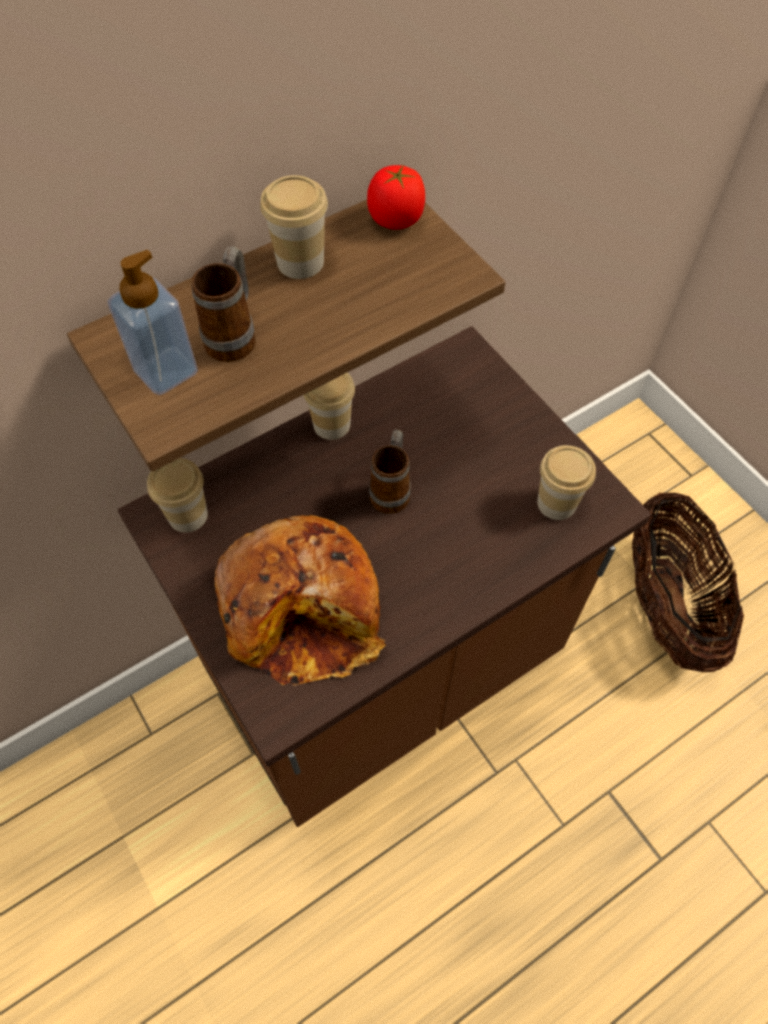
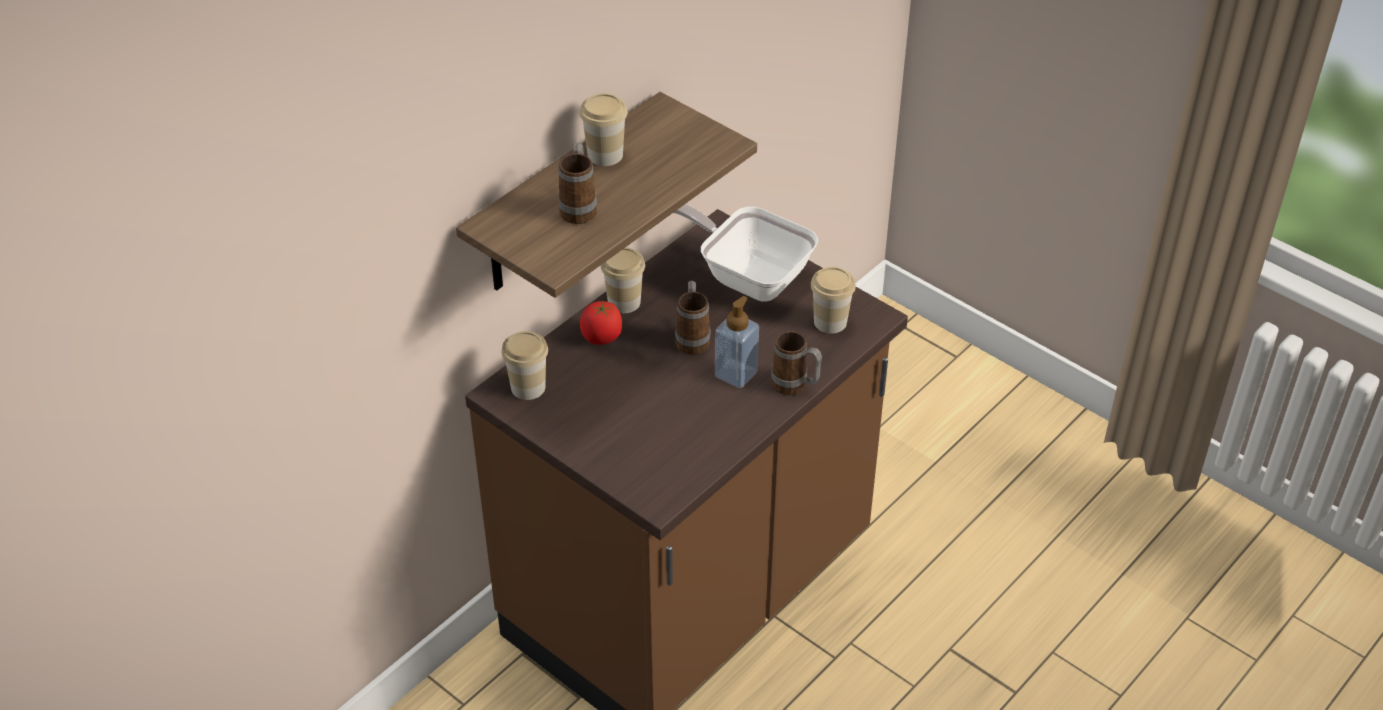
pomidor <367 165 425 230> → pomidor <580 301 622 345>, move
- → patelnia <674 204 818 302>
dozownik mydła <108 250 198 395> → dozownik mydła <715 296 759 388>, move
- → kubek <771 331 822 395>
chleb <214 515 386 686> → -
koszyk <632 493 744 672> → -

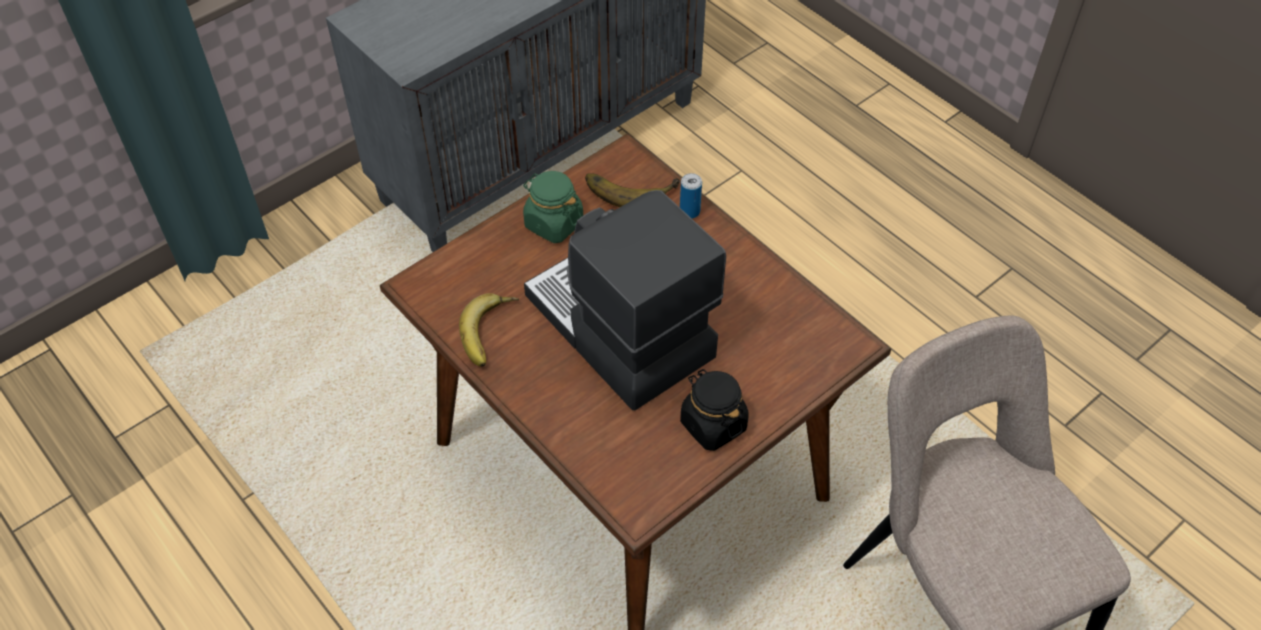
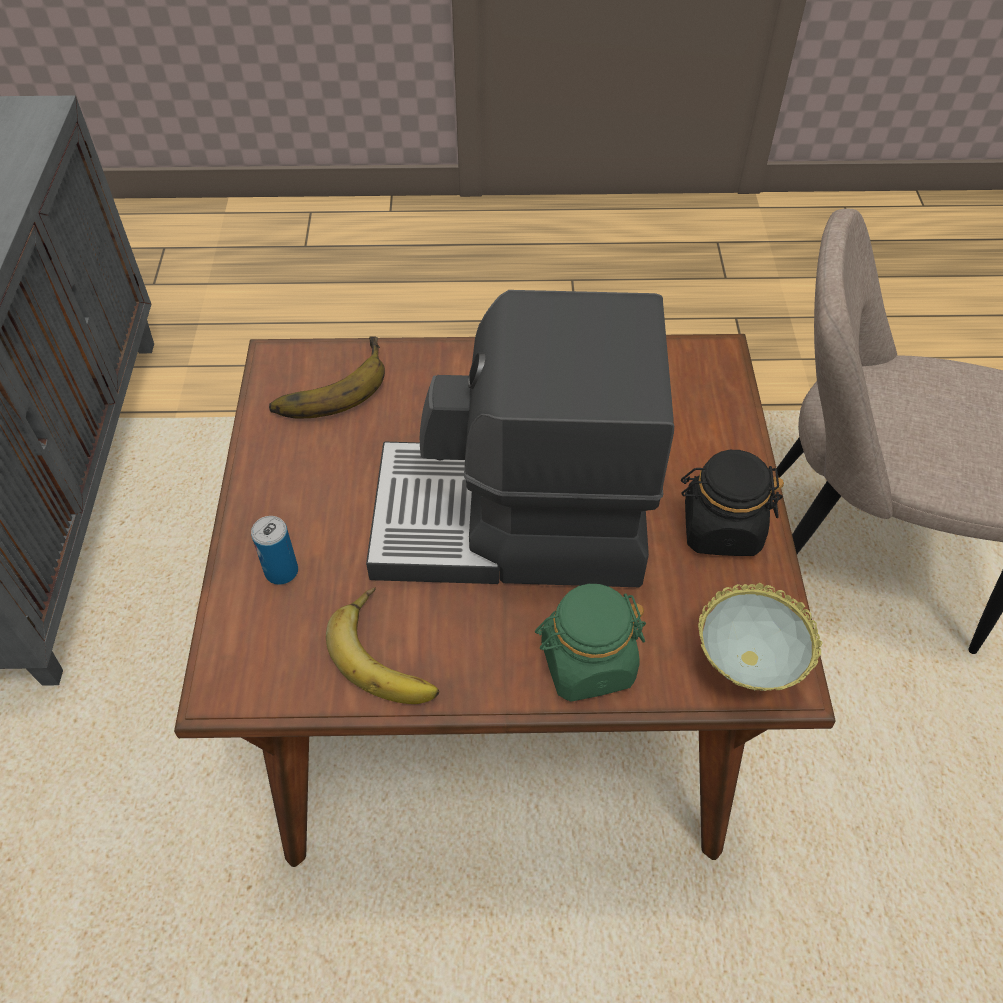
puszka <680 173 702 219> → puszka <251 516 298 585>, move
słoik (zielony) <523 171 583 243> → słoik (zielony) <535 584 646 702>, move
- → miska <698 583 822 691>

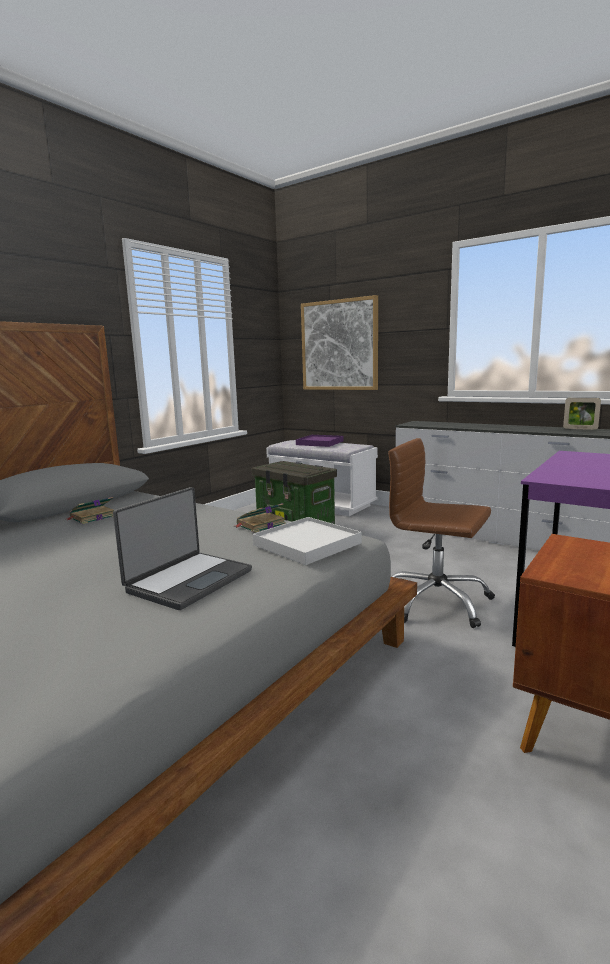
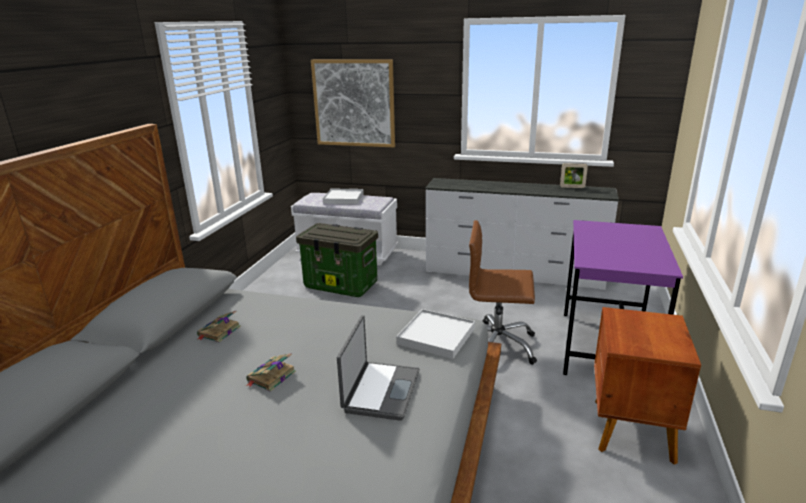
książka <236 503 286 533> → książka <246 353 296 391>, move
taca (fioletowy) <296 435 344 447> → taca (biały) <323 189 364 204>

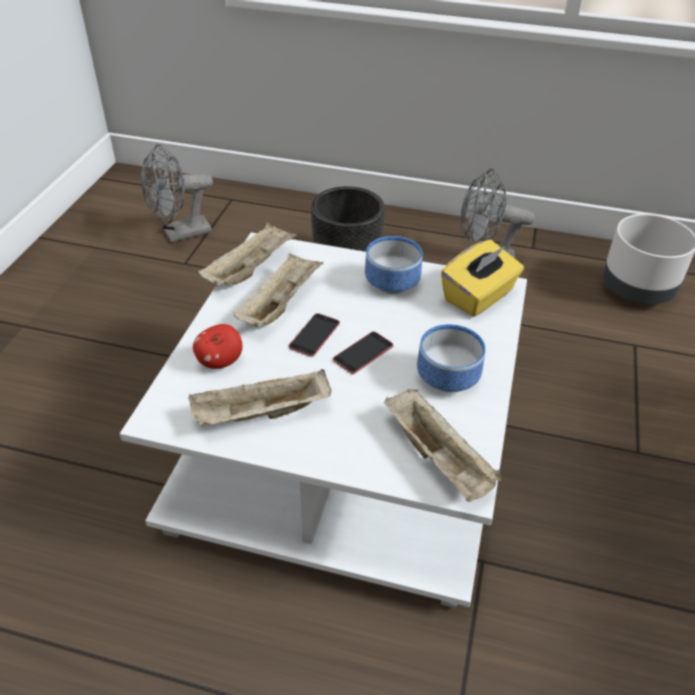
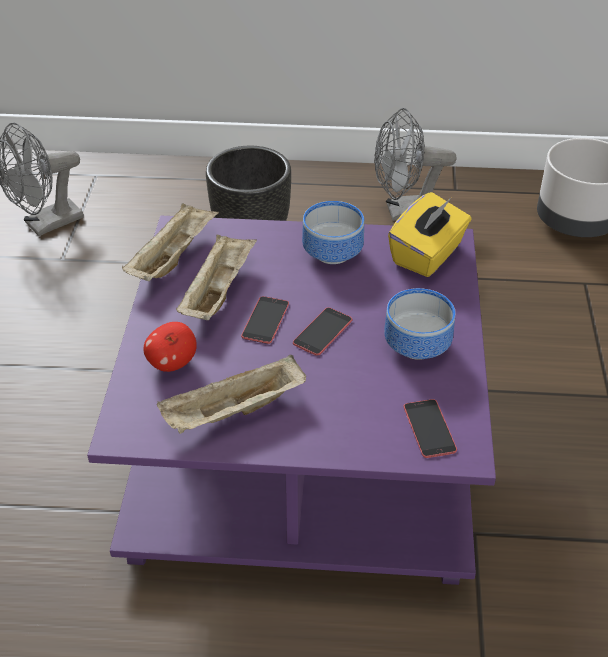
ława (biały) <120 232 527 608> → ława (fioletowy) <87 216 496 585>
taca (beżowy) <384 389 501 502> → telefon <404 399 457 458>

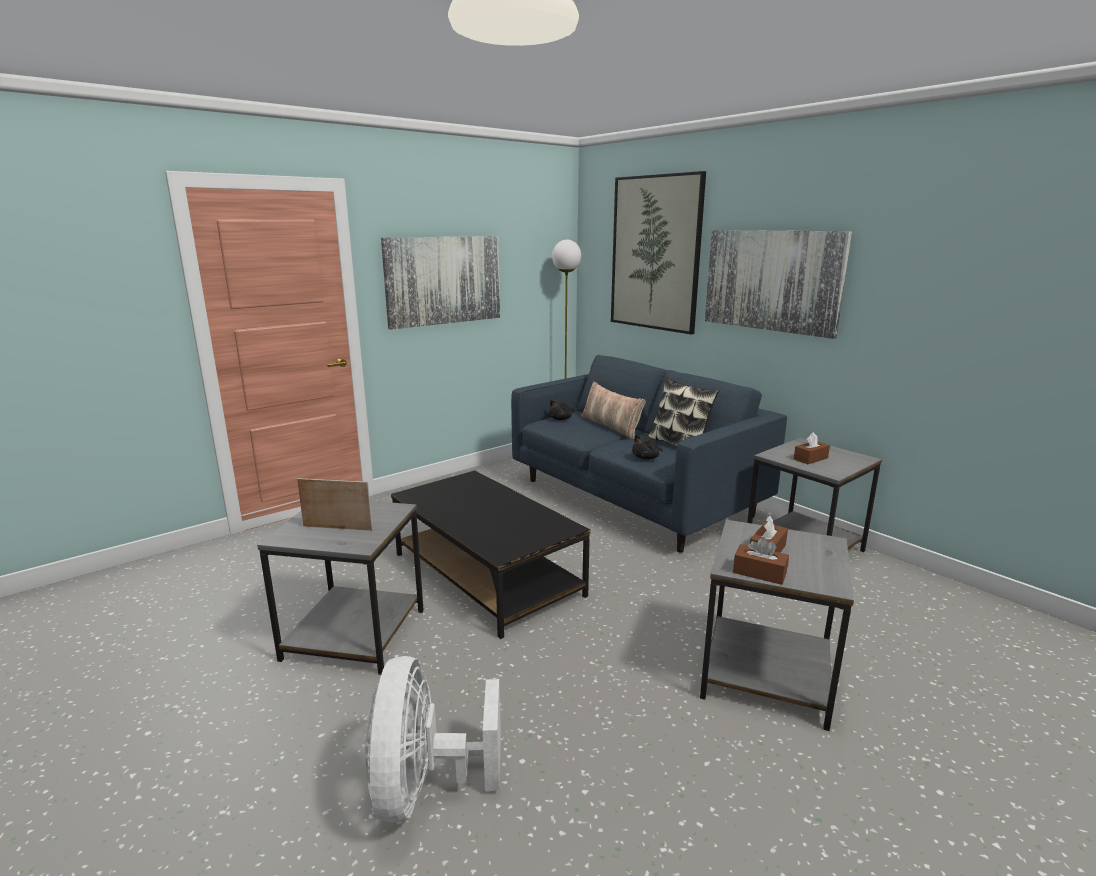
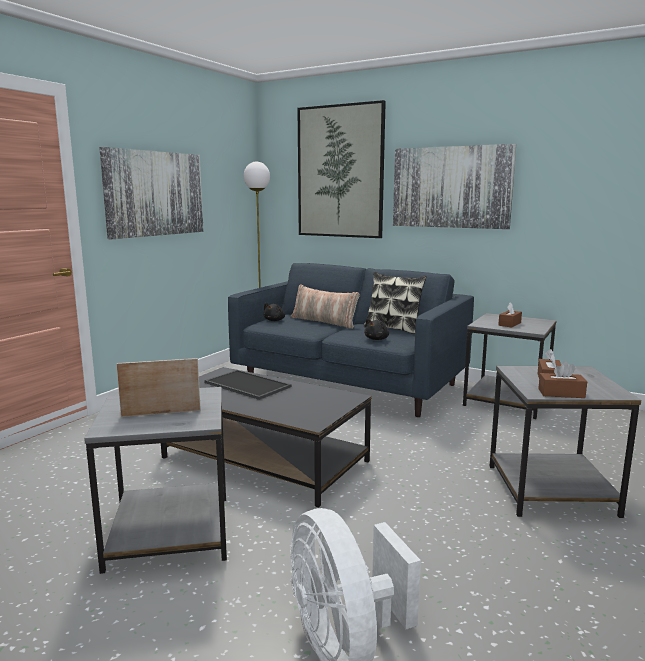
- → taca <204 370 291 400>

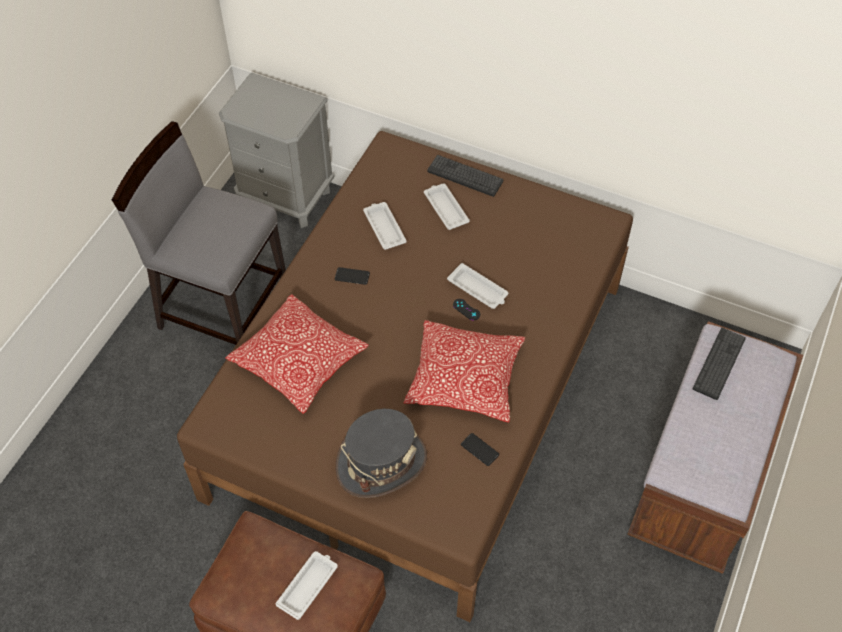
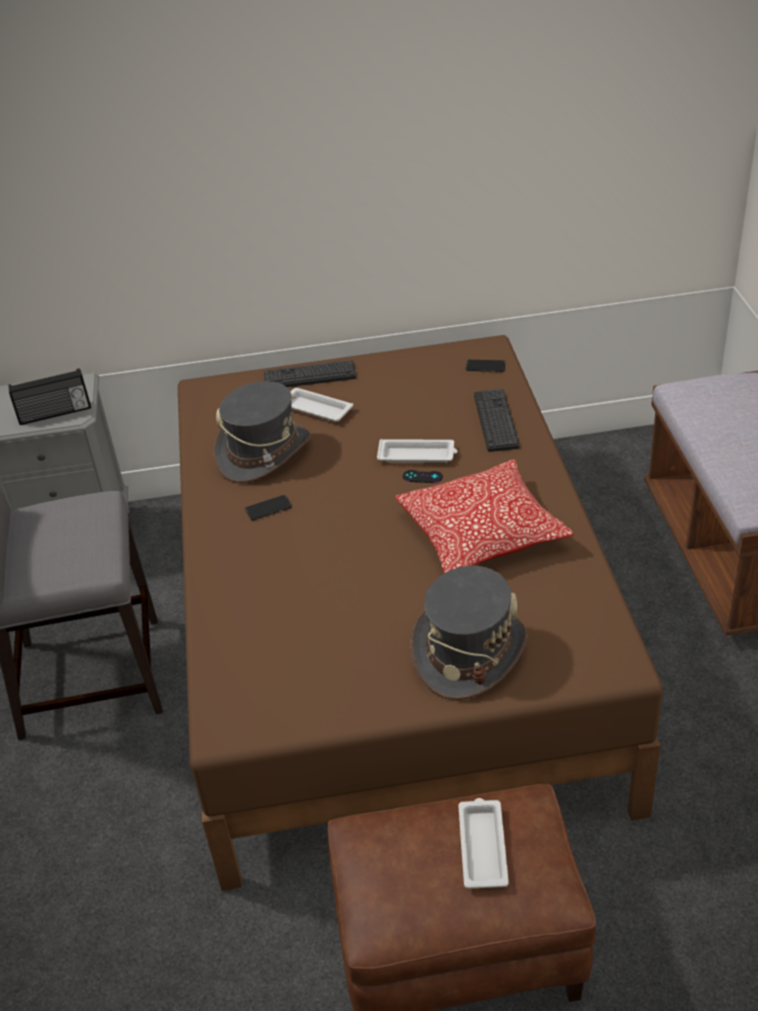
- → radio <8 368 91 425>
taca (biały) <363 202 407 250> → kapelusz (szary) <214 381 310 483>
telefon <461 433 499 466> → telefon <466 360 505 372>, move
klawiatura <693 328 746 400> → klawiatura <474 389 519 452>, move
poduszka <225 294 369 414> → -

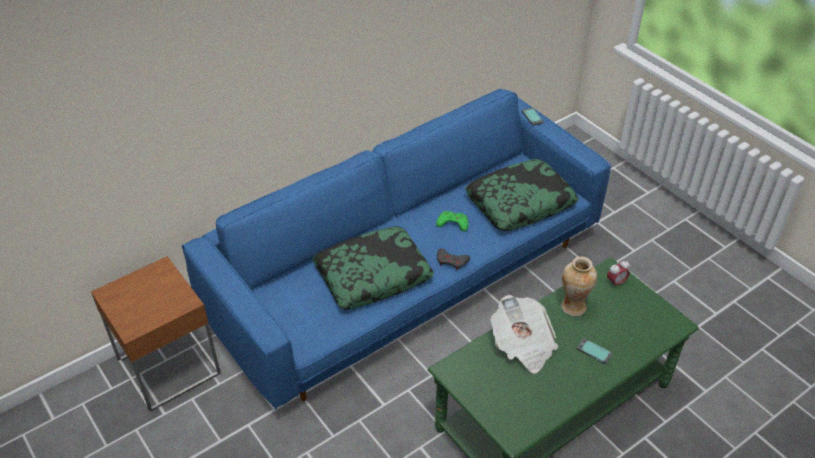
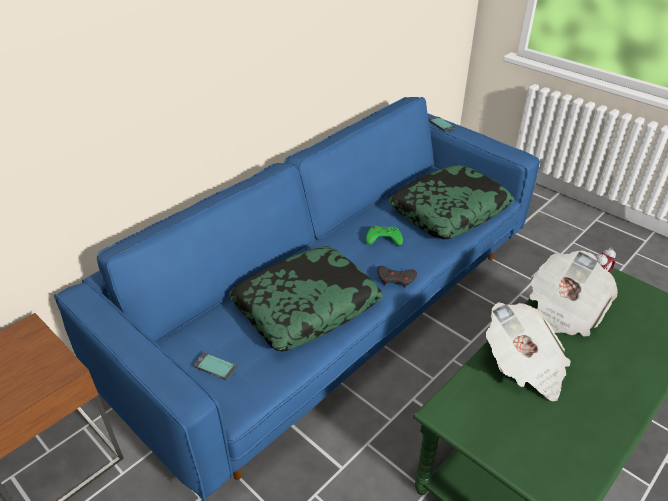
telefon <577 338 613 364> → telefon <193 352 237 380>, move
wazon <561 257 597 316> → gazeta <529 251 618 337>

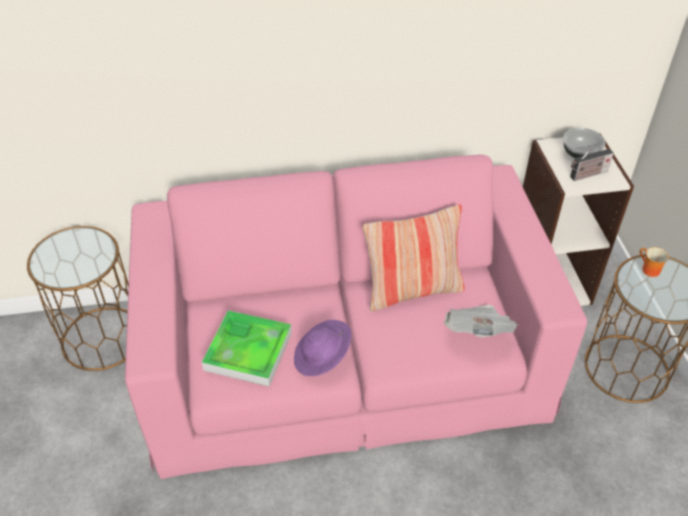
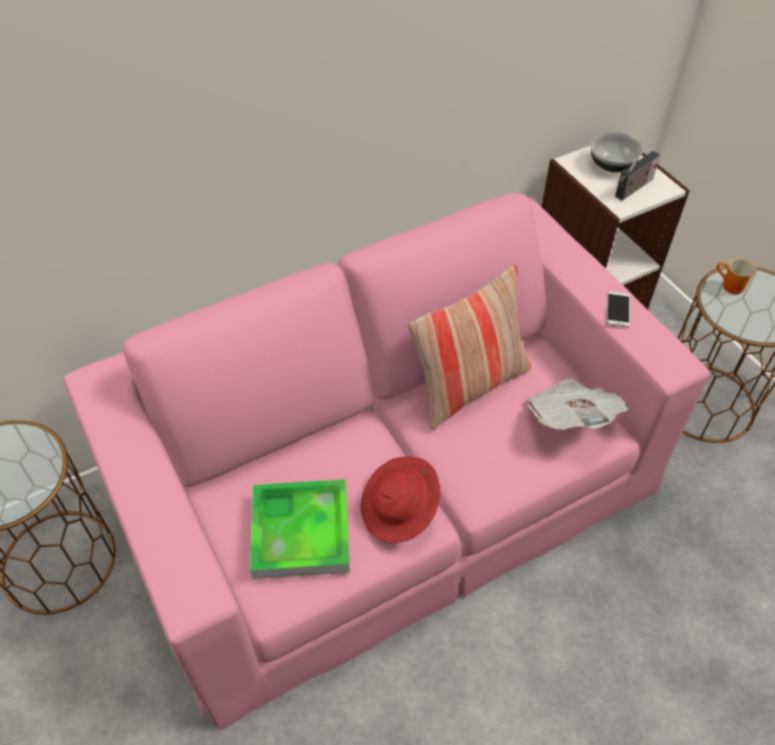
kapelusz (fioletowy) <294 320 351 376> → kapelusz (czerwony) <360 456 441 543>
- → telefon <607 291 630 327>

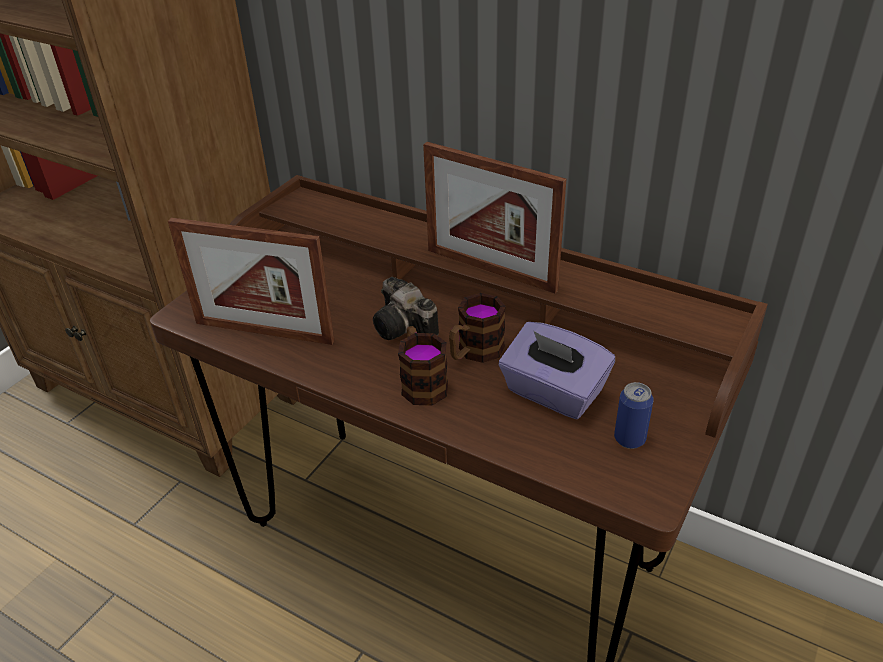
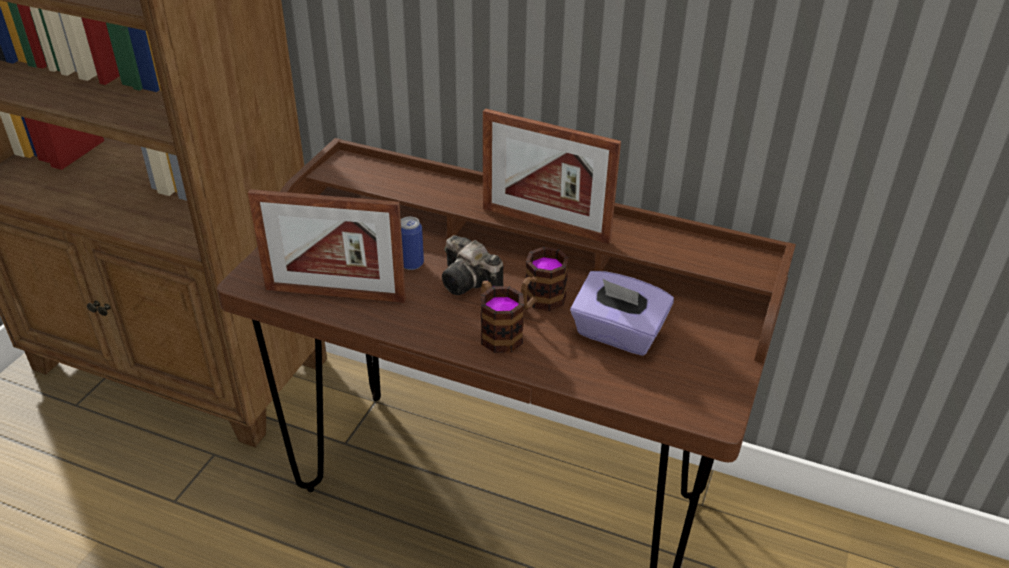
puszka <614 382 654 449> → puszka <401 216 424 270>, move

